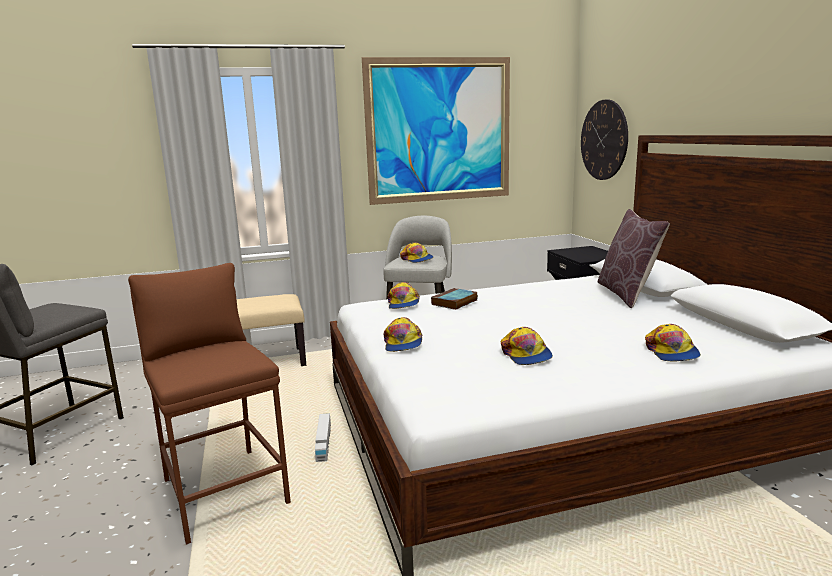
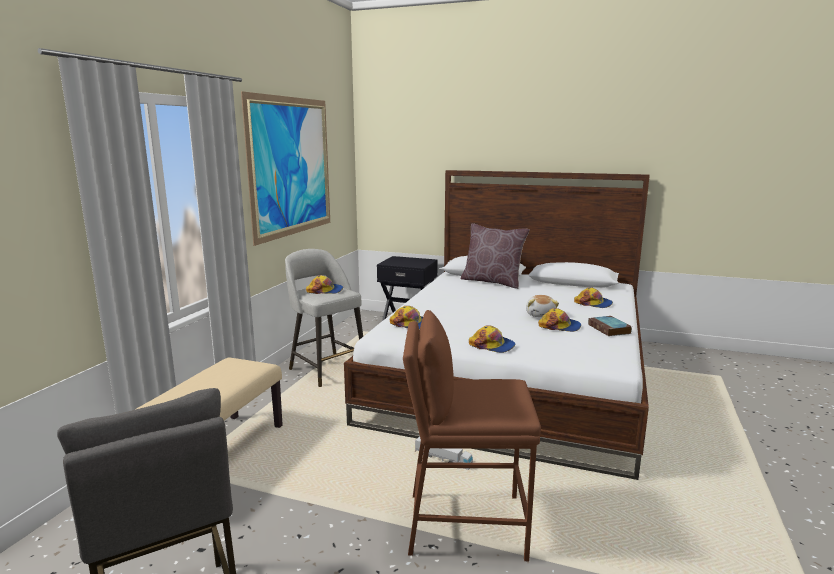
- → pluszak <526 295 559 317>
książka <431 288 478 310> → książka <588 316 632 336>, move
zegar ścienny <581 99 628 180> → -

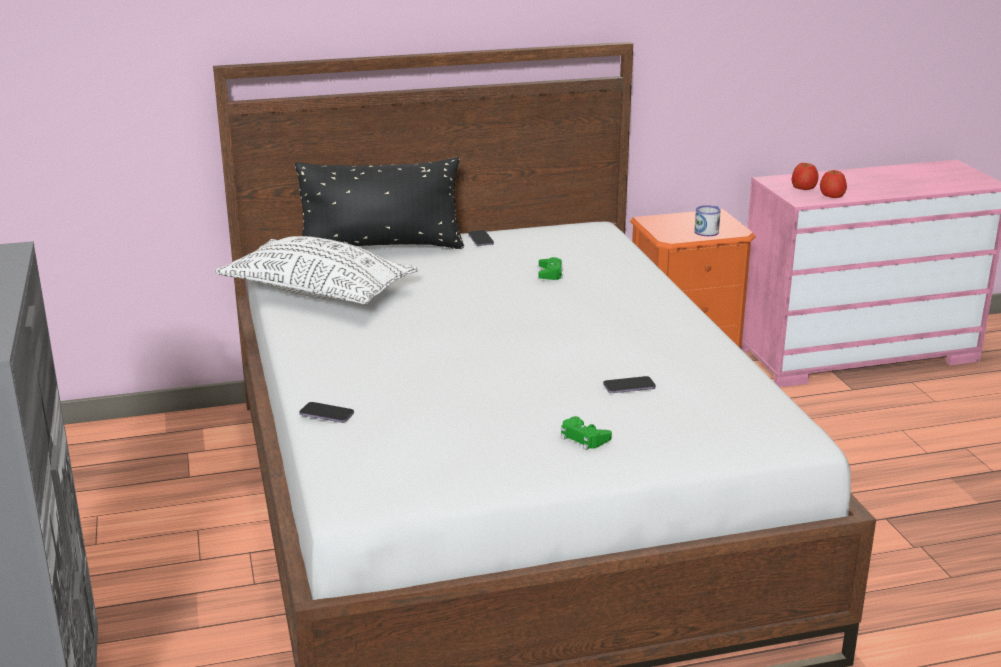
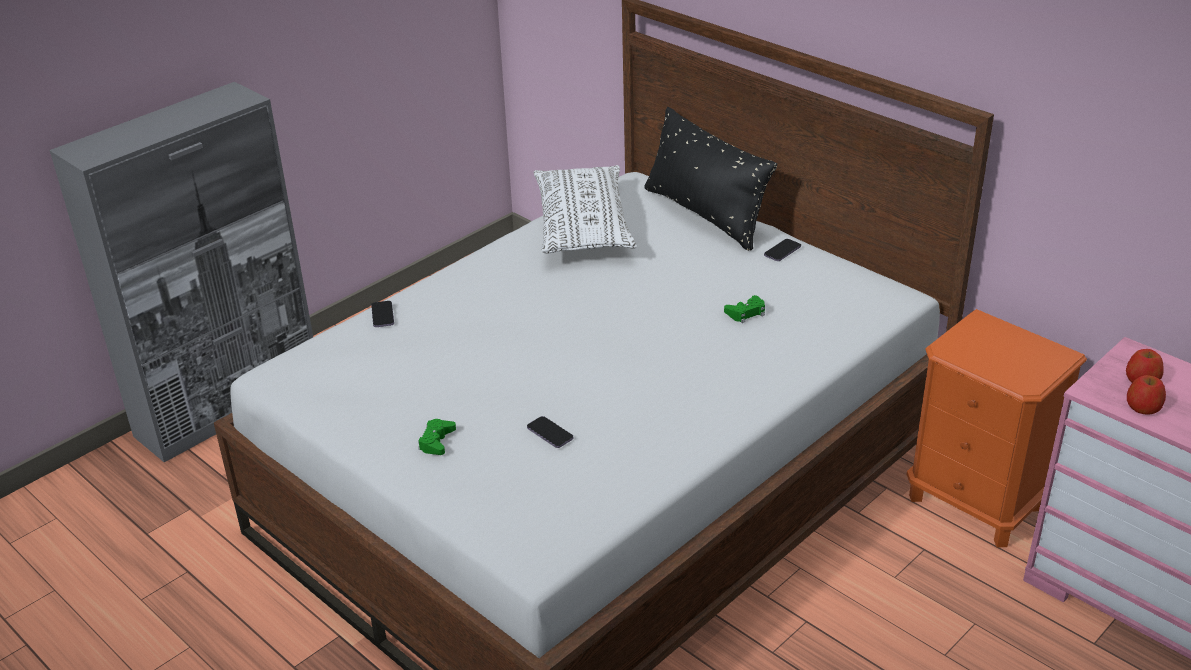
kubek <694 205 721 236> → -

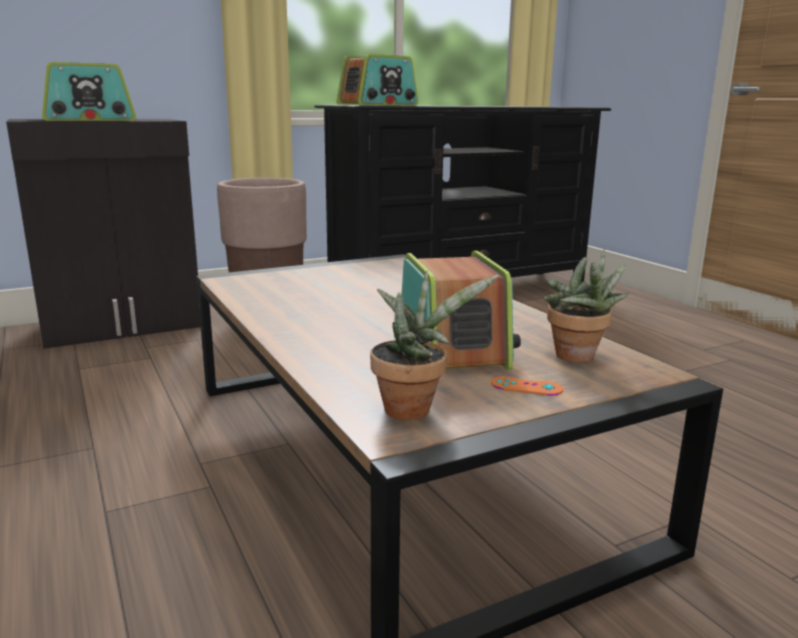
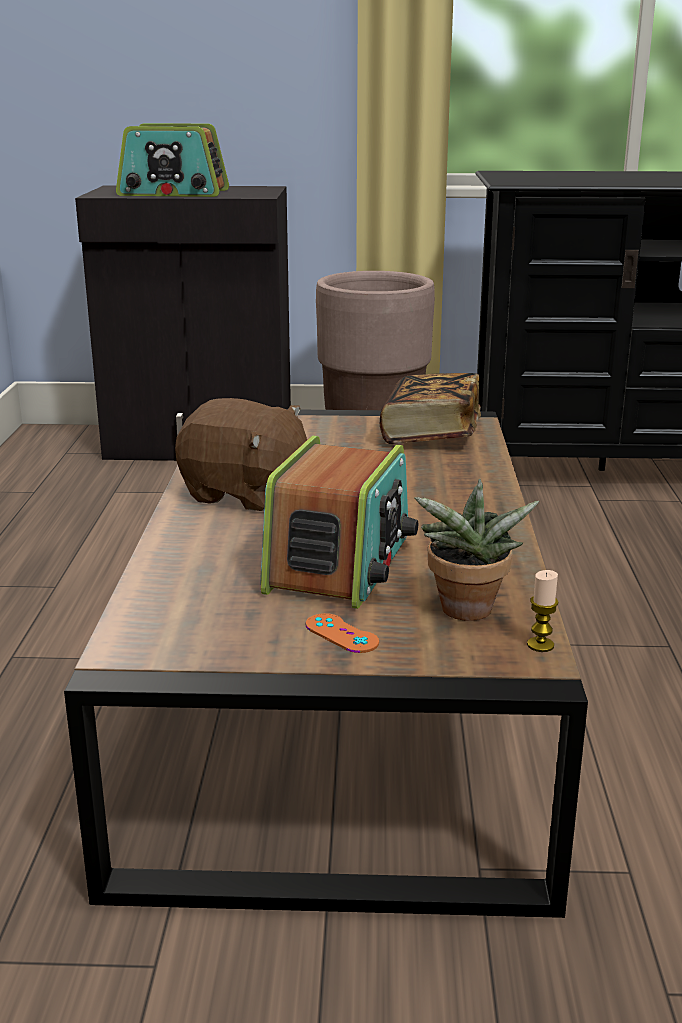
- → pluszak (brązowy) <175 398 307 511>
- → książka <380 373 481 444>
- → świeca <527 570 558 652>
radio <337 54 418 105> → -
roślina doniczkowa <370 271 499 420> → -

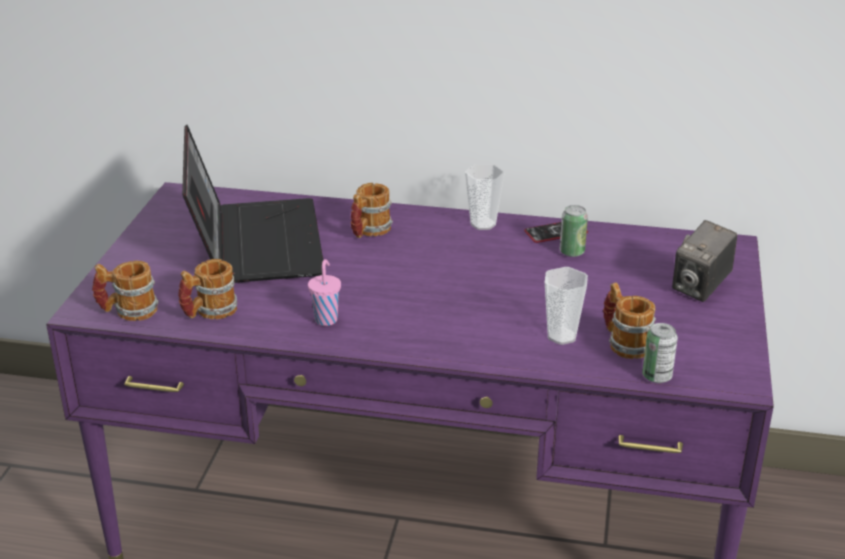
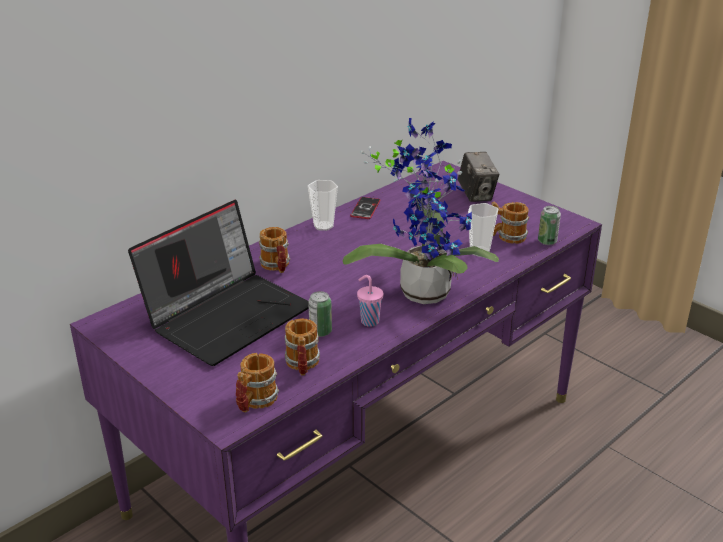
laptop <182 125 323 283> → laptop <128 200 309 366>, 105 degrees clockwise
puszka <560 205 588 257> → puszka <308 291 332 337>, move
- → roślina doniczkowa <343 118 499 304>

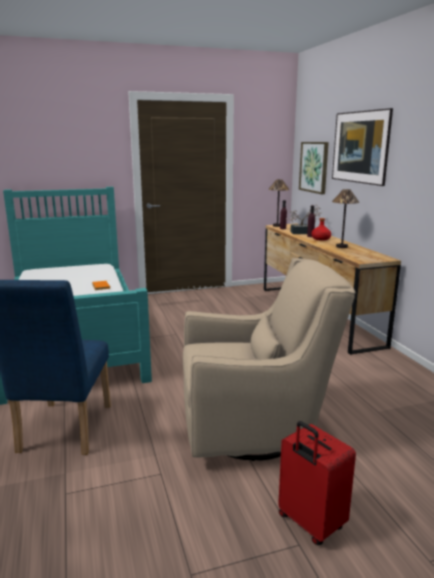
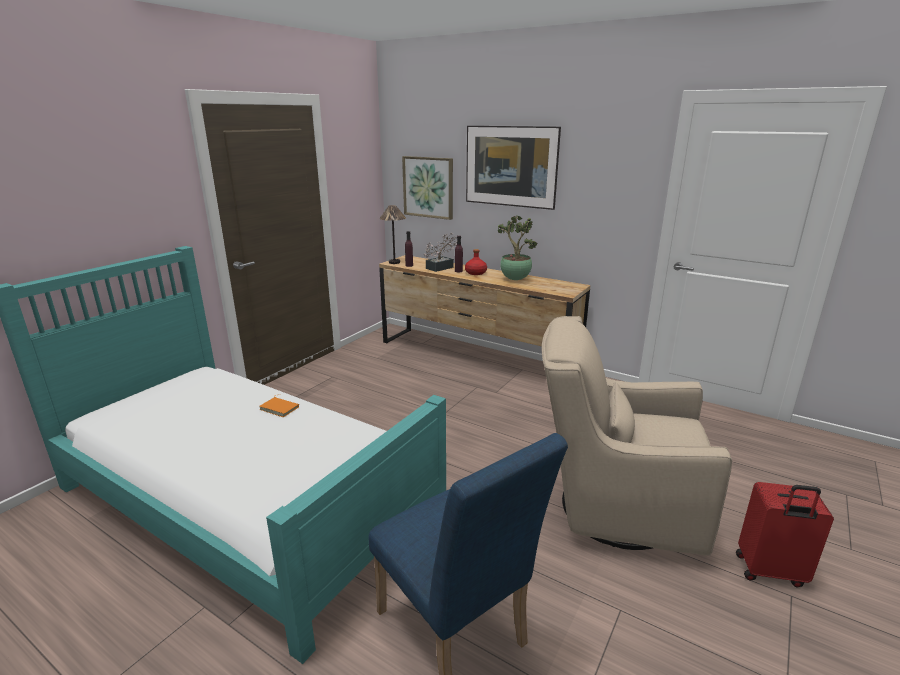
lampa stołowa <332 189 359 248> → roślina doniczkowa <498 215 538 280>
fotel (beżowy) <183 258 356 461> → fotel (beżowy) <541 316 732 555>, 120 degrees counterclockwise

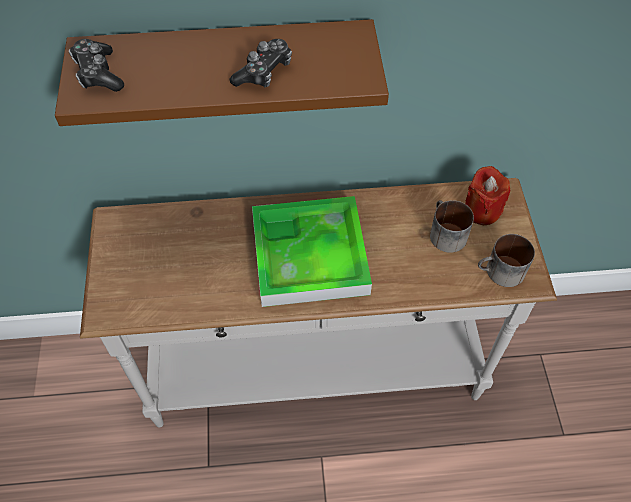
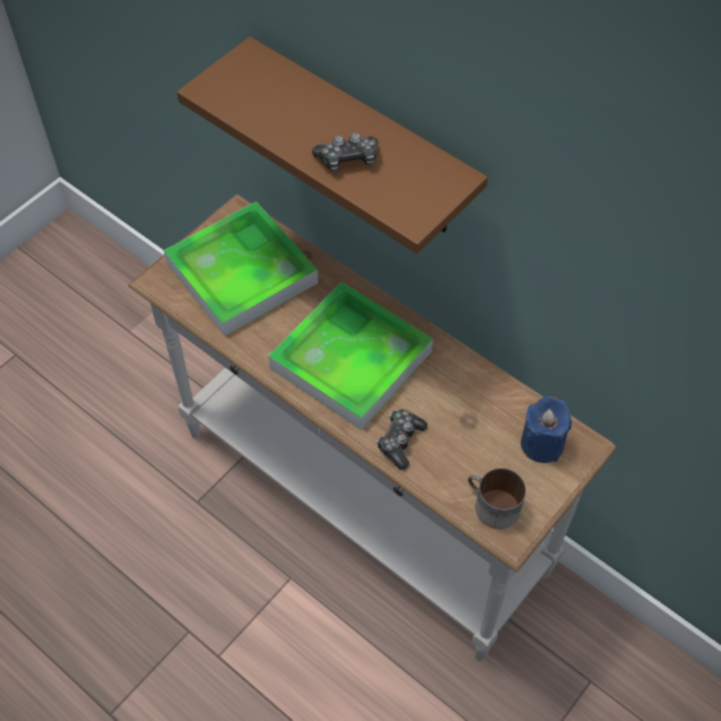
- → taca <164 202 318 336>
pad do gier <69 39 124 92> → pad do gier <377 409 428 470>, move
świeca (czerwony) <465 166 510 225> → świeca (niebieski) <521 396 572 463>
kubek <430 200 474 253> → -

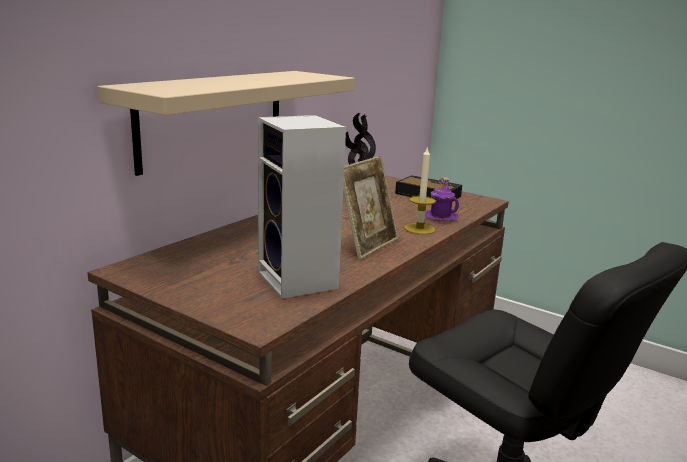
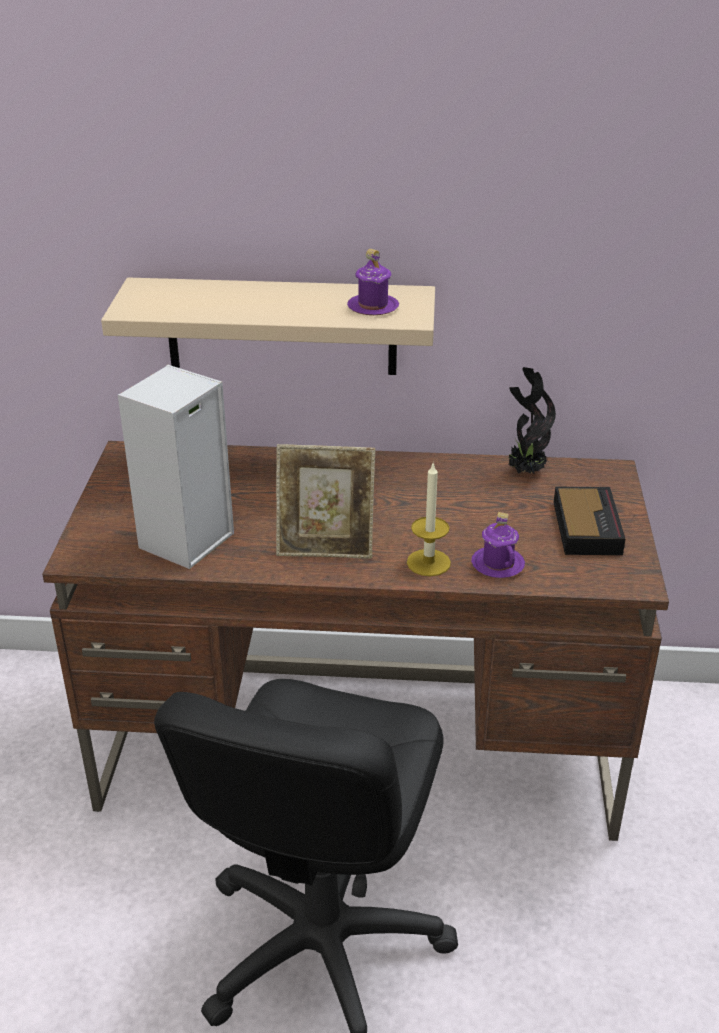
- → kubek (fioletowy) <347 249 399 315>

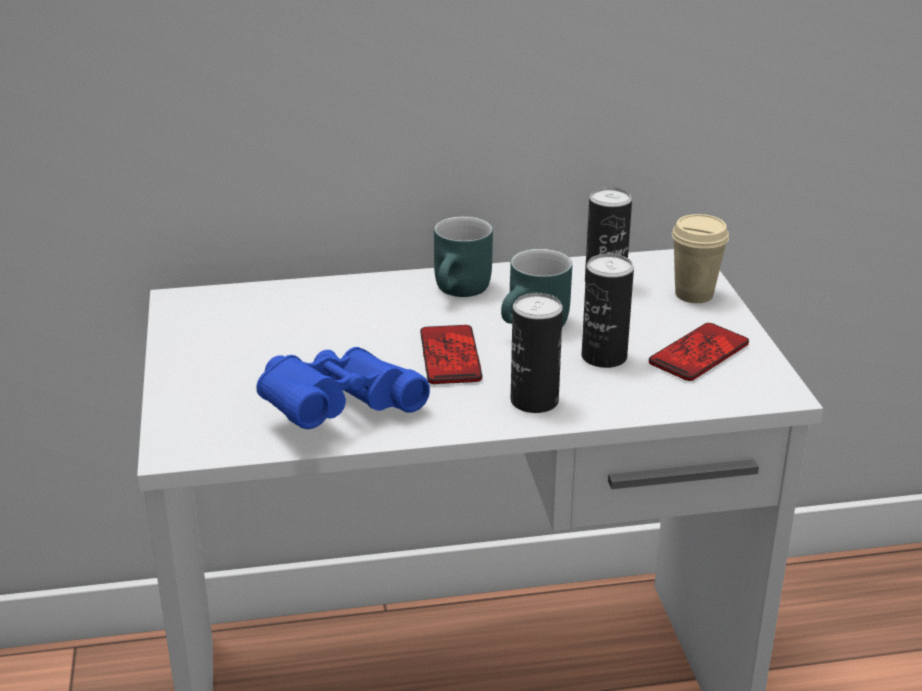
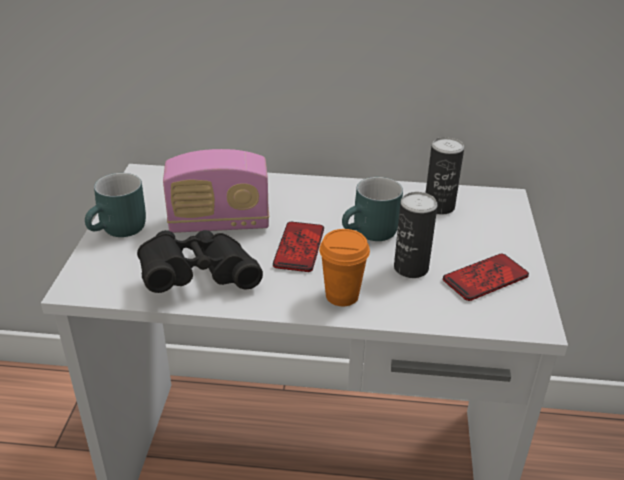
kubek (turkusowy) <434 216 493 297> → kubek (turkusowy) <85 173 146 237>, move
lornetka (niebieski) <256 347 430 429> → lornetka (czarny) <137 230 263 293>
- → radio <163 149 269 233>
puszka <511 293 563 413> → filiżanka (pomarańczowy) <319 229 370 306>
filiżanka (beżowy) <672 214 729 303> → -

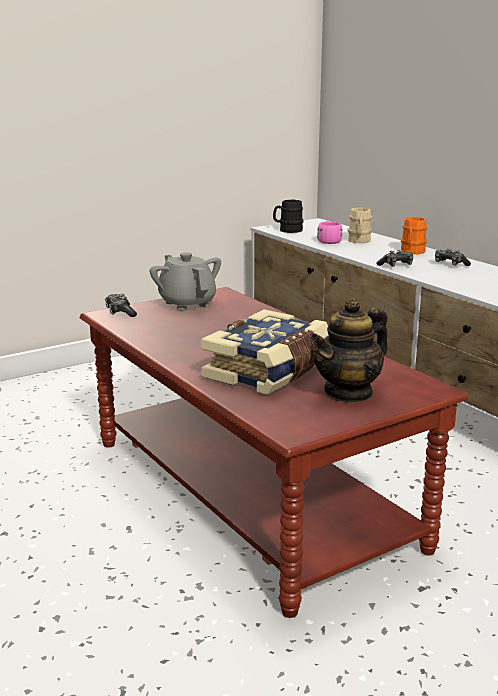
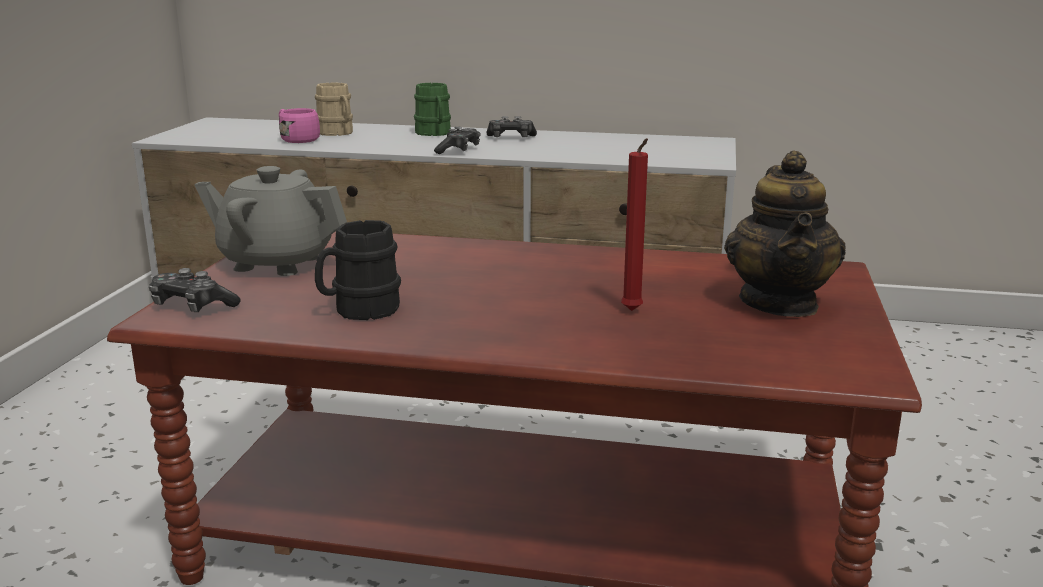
kubek (czarny) <273 199 303 233> → kubek (czarny) <315 220 401 320>, move
kubek (pomarańczowy) <401 217 428 255> → kubek (zielony) <414 83 451 136>
książka <201 309 329 395> → świeca (czerwony) <621 138 648 311>

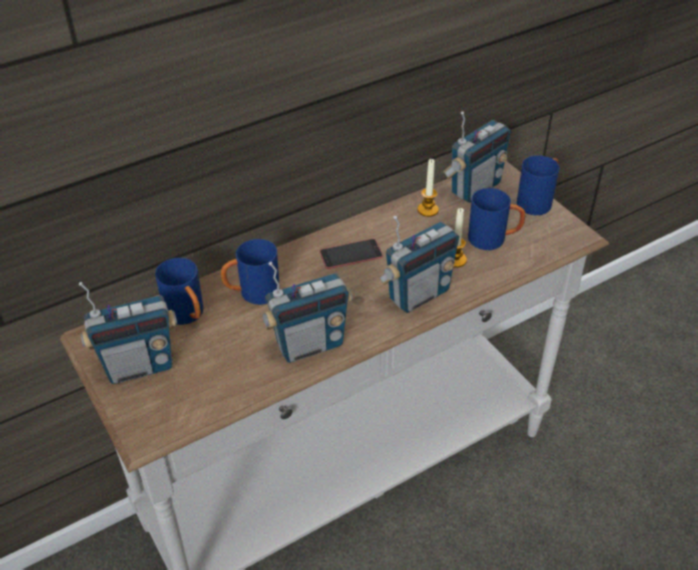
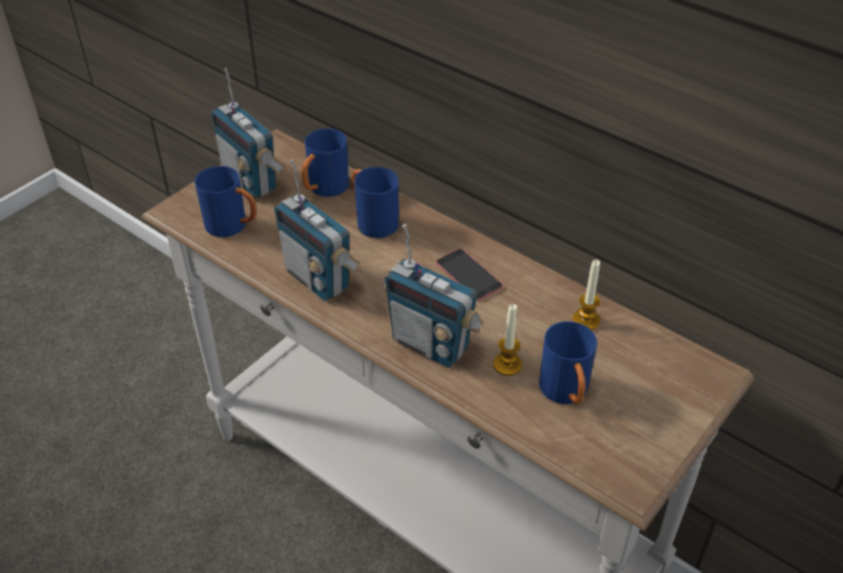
kubek (niebieski) <517 155 560 215> → kubek (niebieski) <195 166 257 237>, move
radio <443 111 511 203> → -

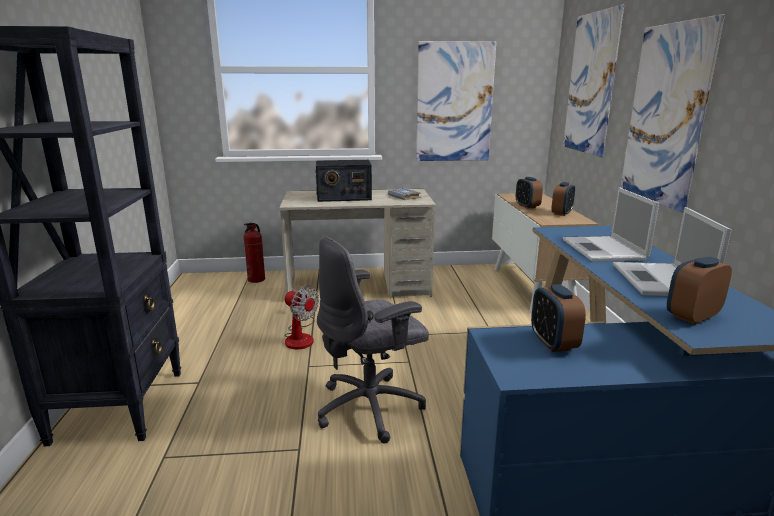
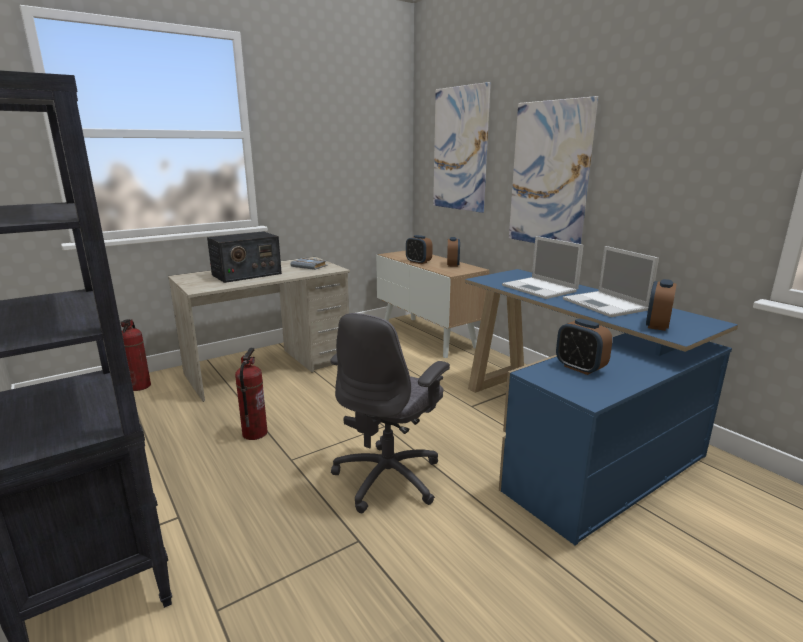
wentylator <284 285 319 349> → gaśnica <235 348 268 440>
obraz <416 41 496 161> → -

